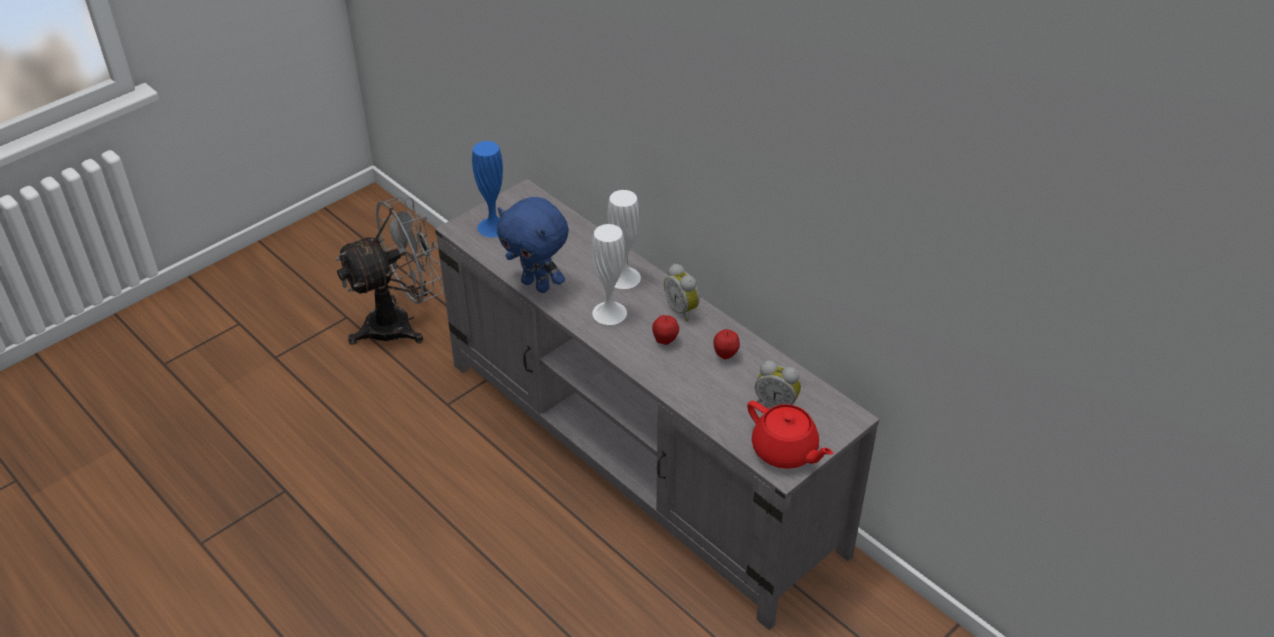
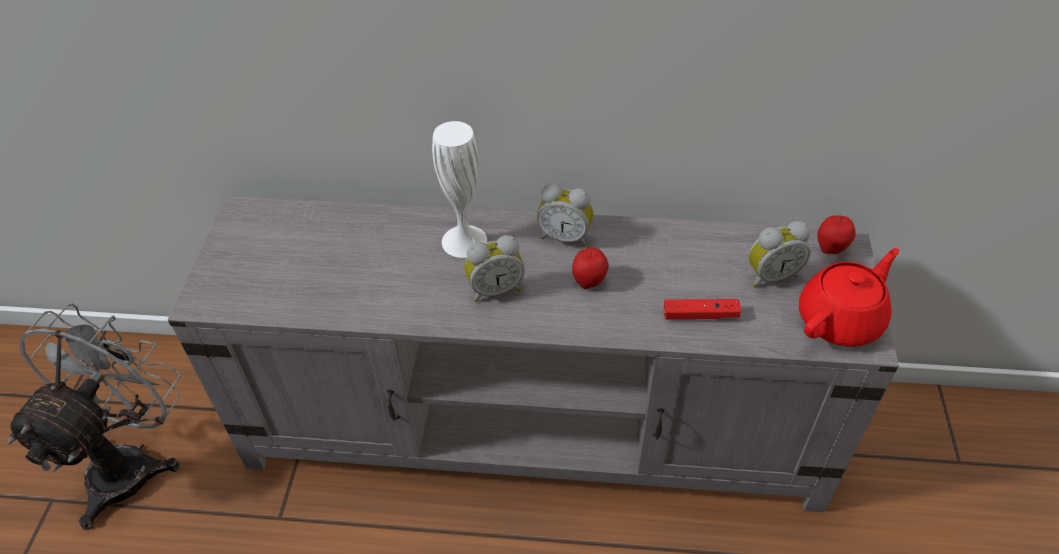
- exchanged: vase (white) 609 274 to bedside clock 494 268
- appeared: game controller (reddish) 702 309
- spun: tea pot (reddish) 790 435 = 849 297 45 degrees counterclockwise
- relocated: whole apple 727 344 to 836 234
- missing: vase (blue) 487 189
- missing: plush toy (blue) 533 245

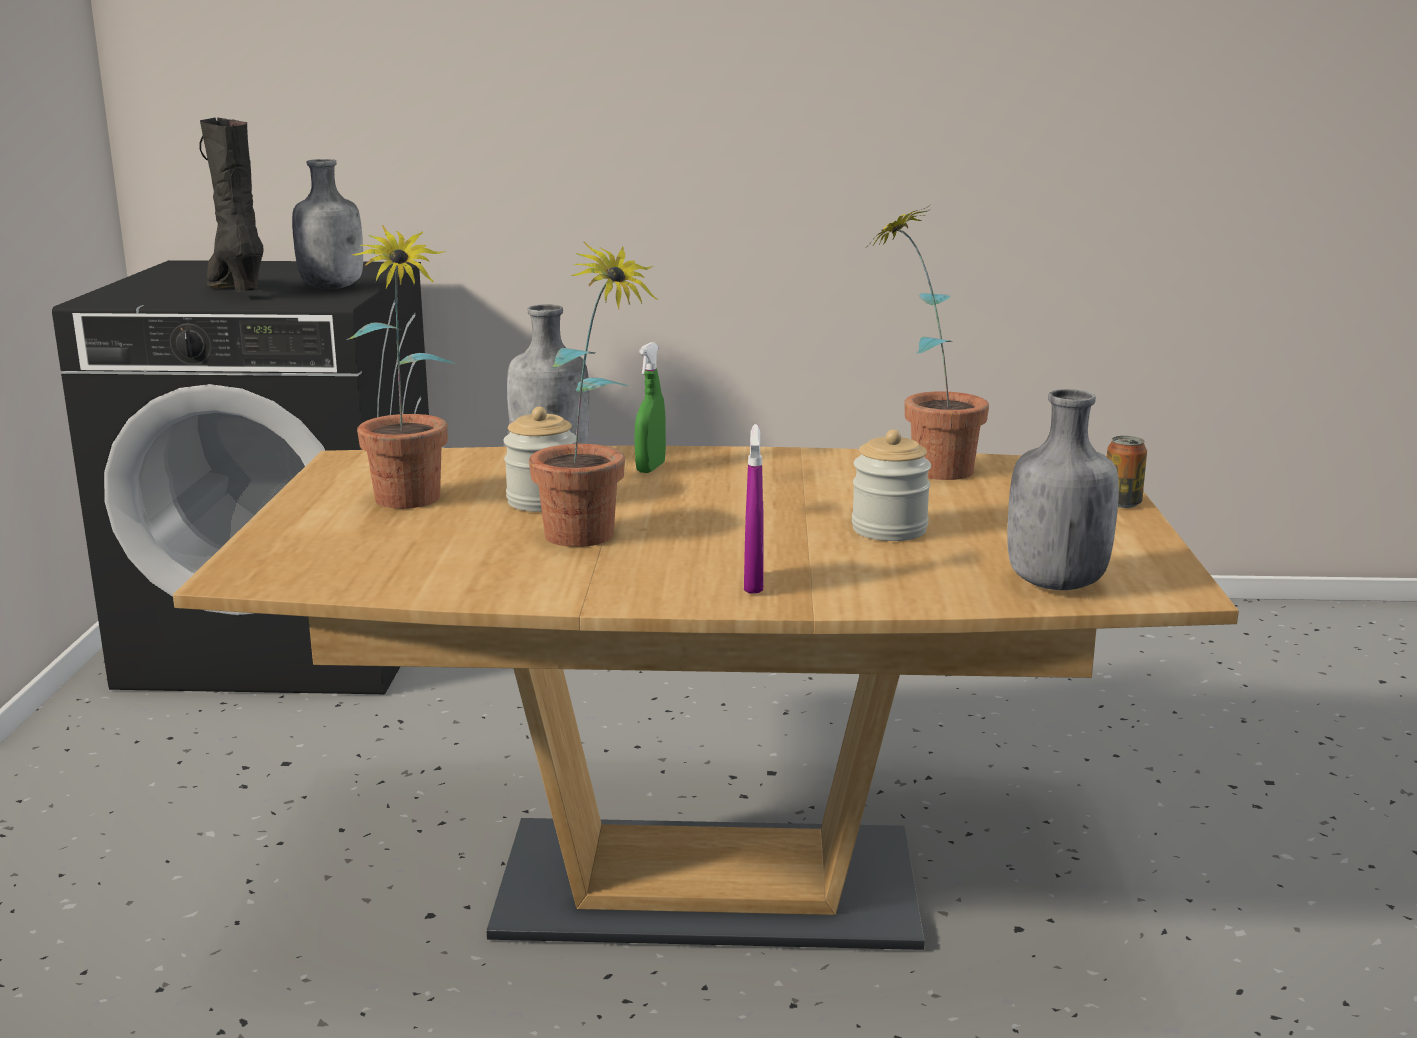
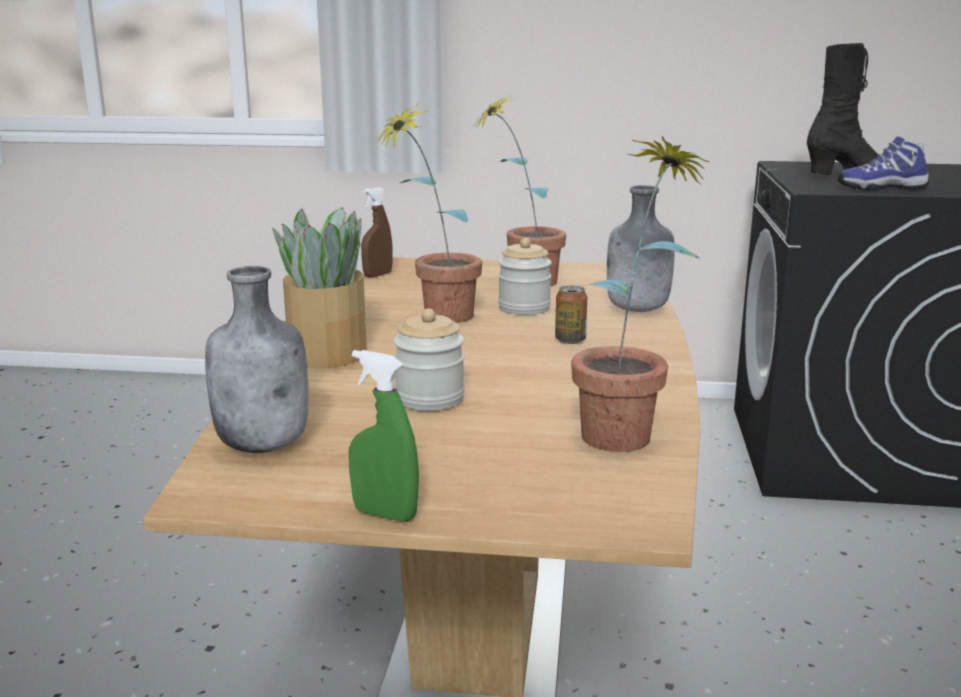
- exchanged: sprayer (purple-coloured) 754 508 to plant in a pot 319 287
- relocated: sprayer (greenish) 650 407 to 384 436
- appeared: sprayer (brownish) 377 232
- relocated: metal can 1127 472 to 571 315
- exchanged: drink bottle (grey) 327 224 to shoe 883 163

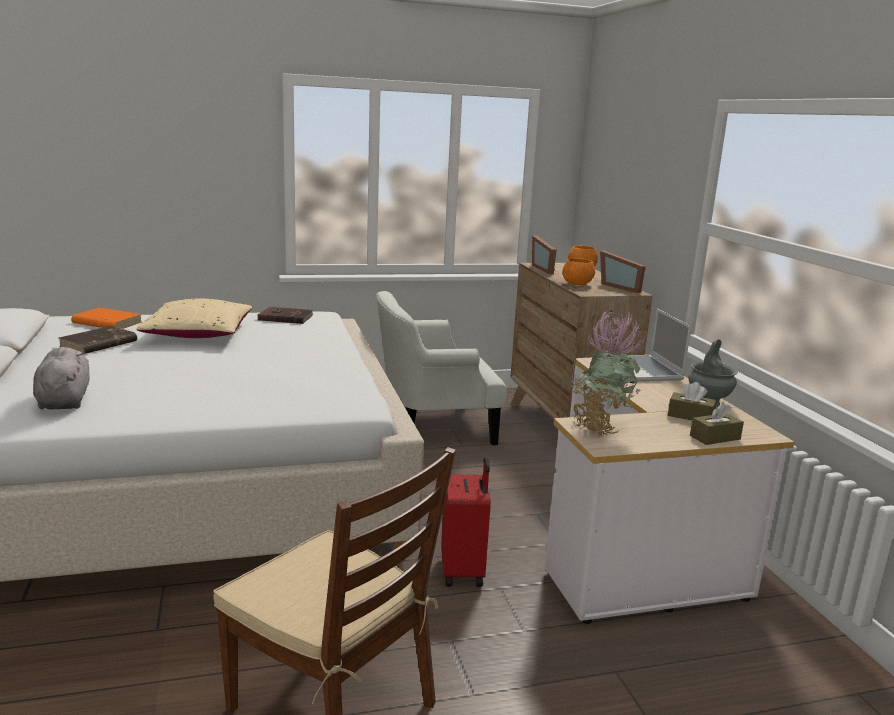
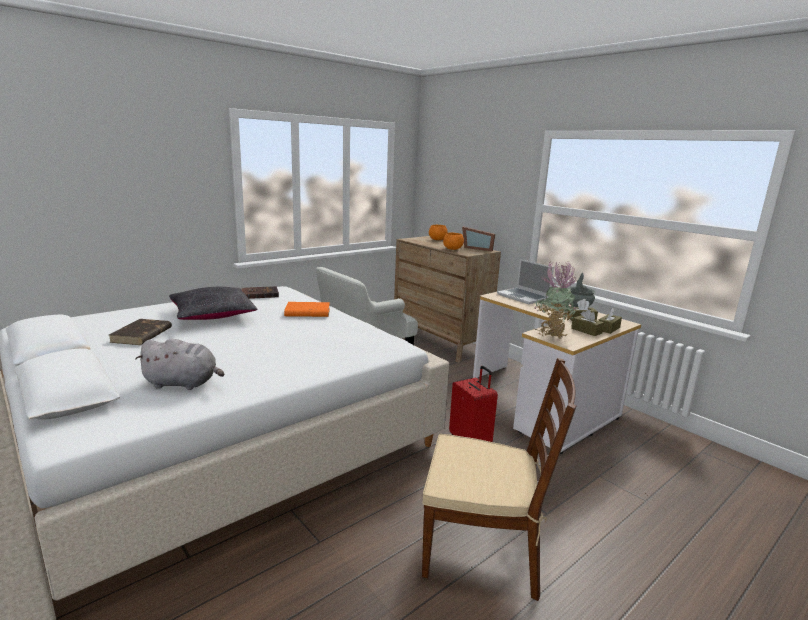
- spun: plush toy (grey) 61 378 = 179 364 135 degrees clockwise
- colour: pillow (beige-coloured) 194 318 to pillow (blackish) 213 303
- relocated: bound book (orangey) 106 318 to 307 309
- appeared: tissue holder (brownish) 587 322
- missing: standing frame 544 254

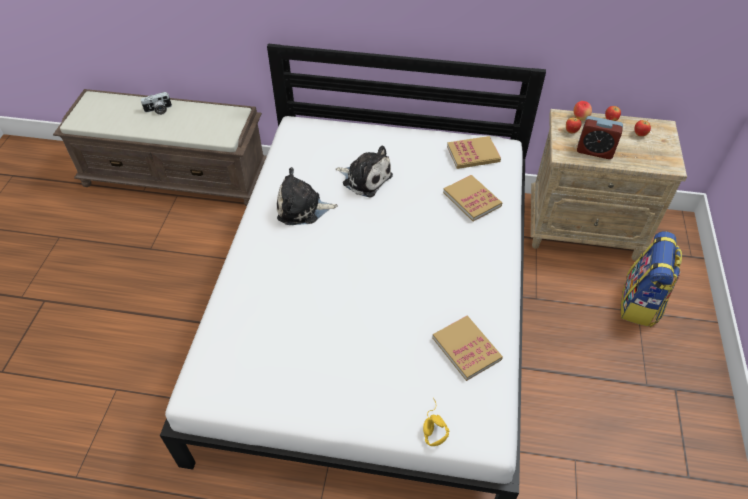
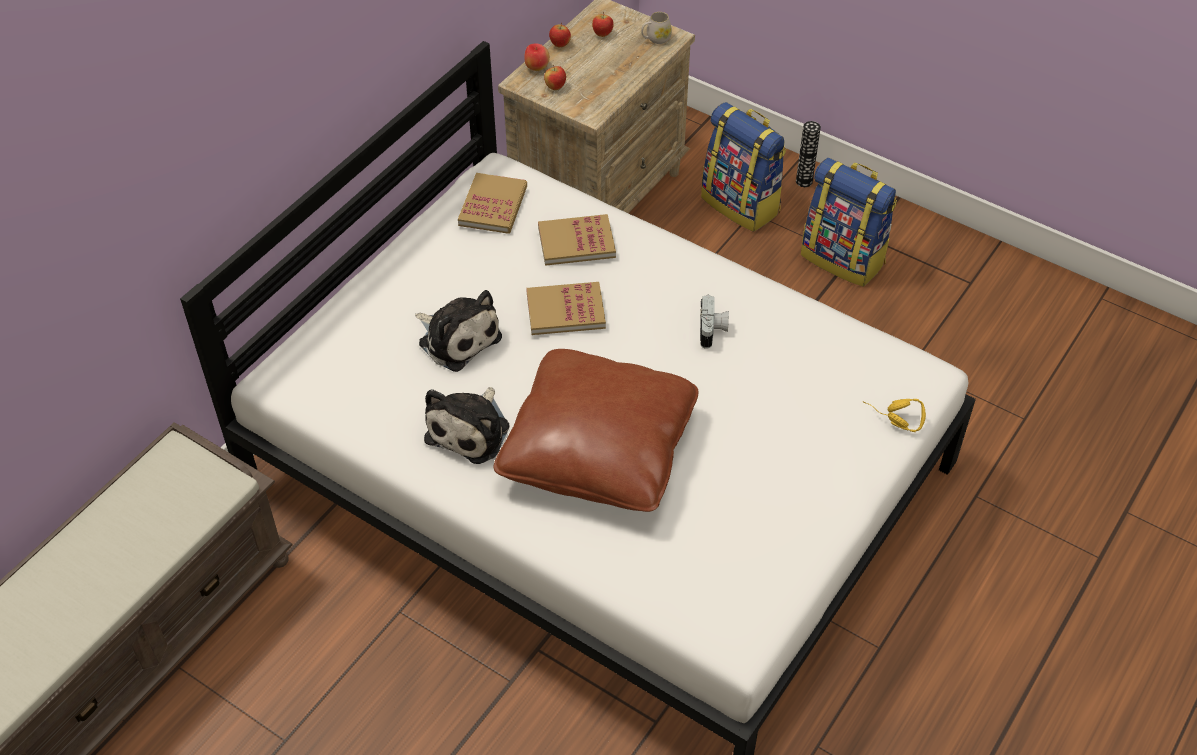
- spun: plush toy 364 171 = 458 331 75 degrees clockwise
- appeared: pillow (brownish) 596 430
- relocated: bound book 467 348 to 566 308
- appeared: mug (white) 656 28
- relocated: photo camera 156 103 to 714 322
- appeared: vase 808 154
- appeared: knapsack 849 222
- missing: bedside clock 600 137

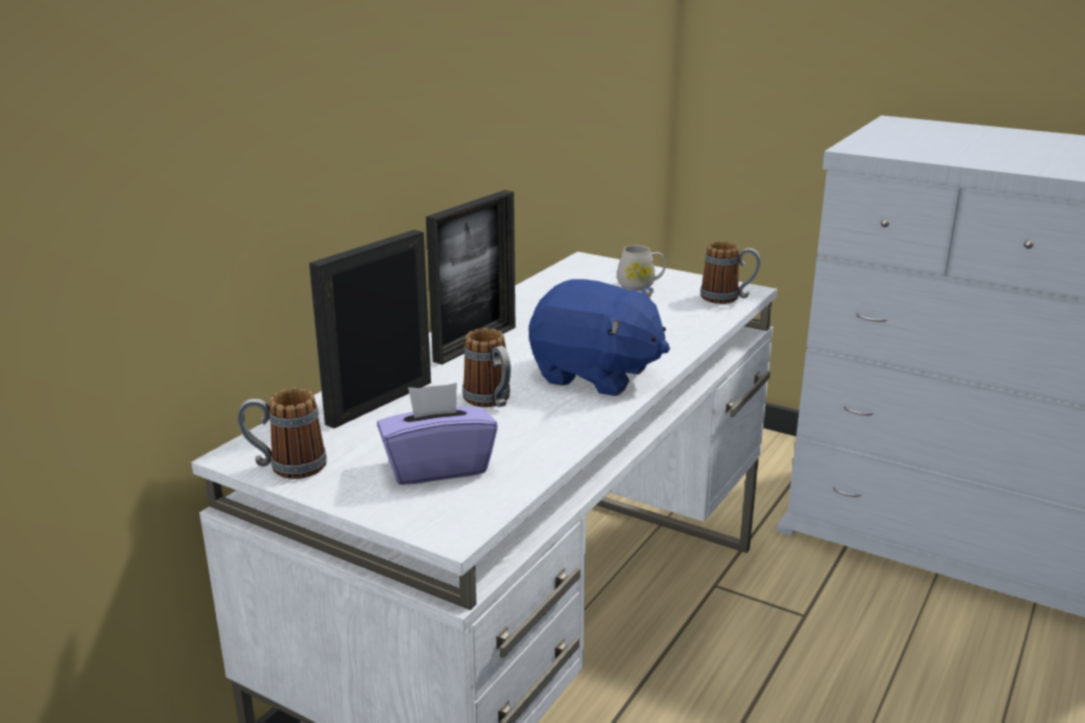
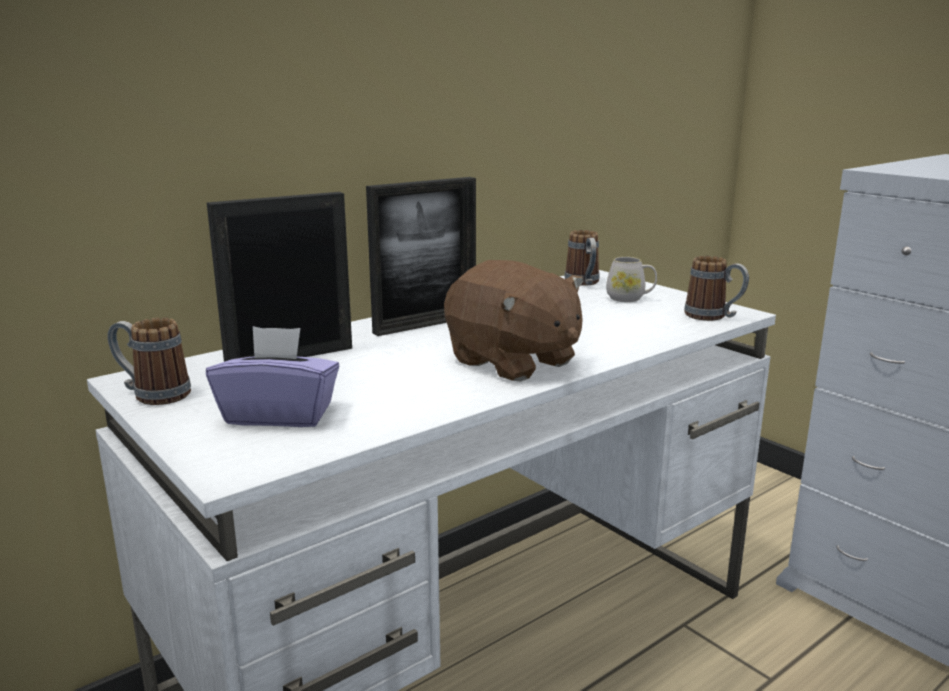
- colour: plush toy (blue) 599 337 to plush toy (brownish) 514 320
- relocated: mug 486 367 to 582 258

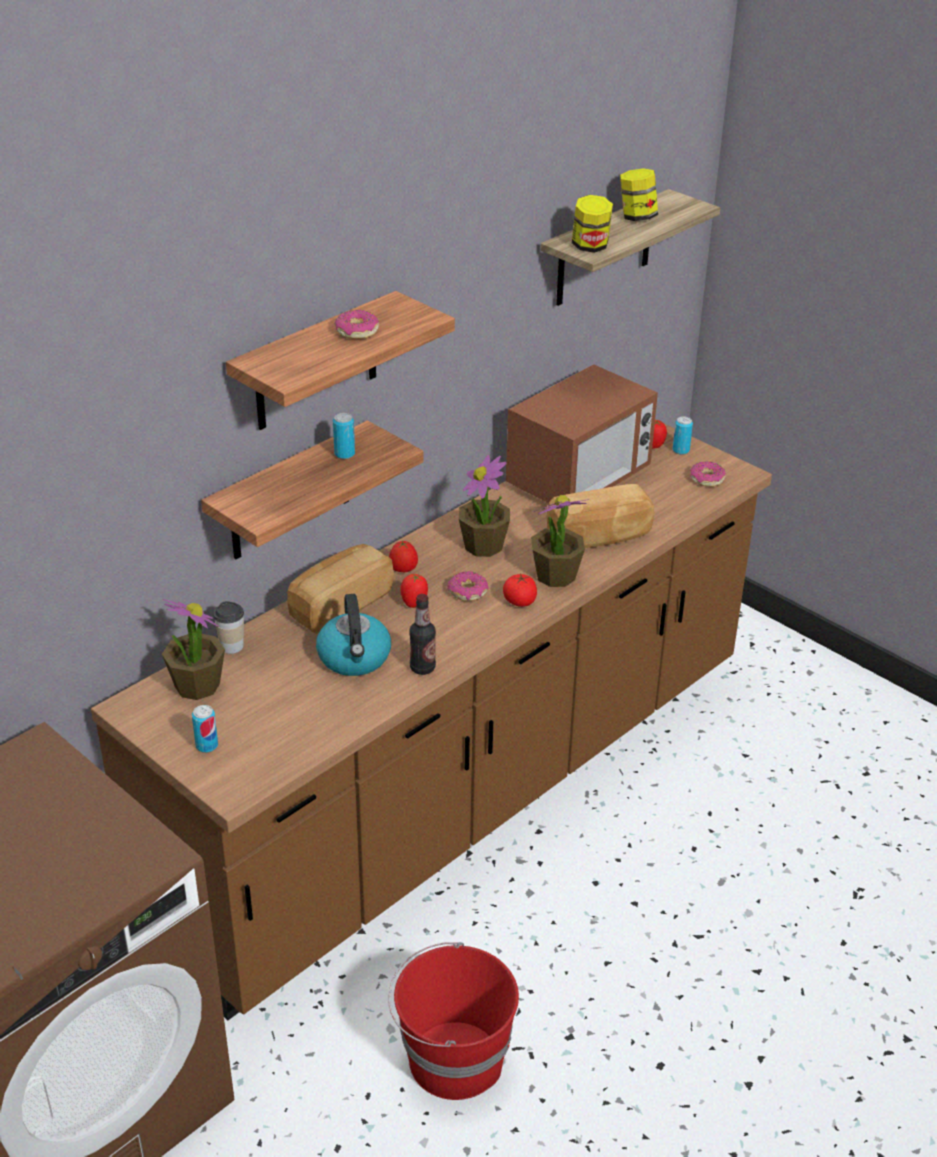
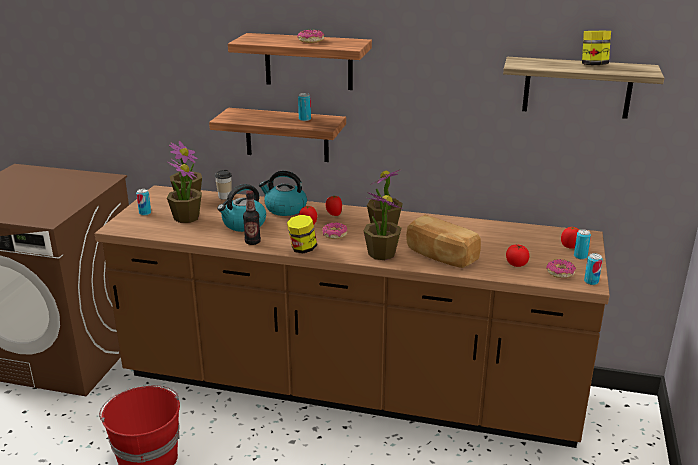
- appeared: plant in a pot 184 190
- exchanged: baked bread 340 589 to tea kettle 283 193
- relocated: preserve jar 592 224 to 302 234
- relocated: fresh tomato 520 590 to 517 256
- appeared: metal can 593 269
- missing: microwave 582 433

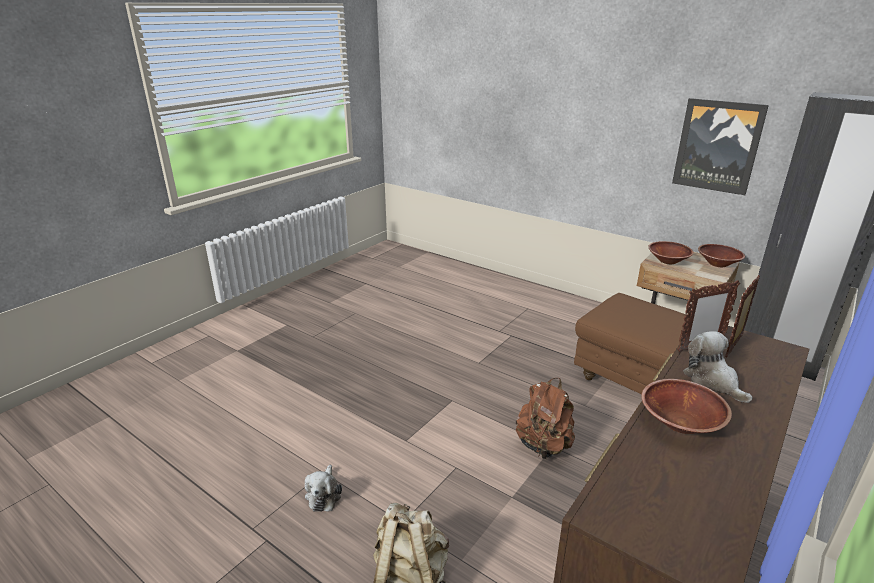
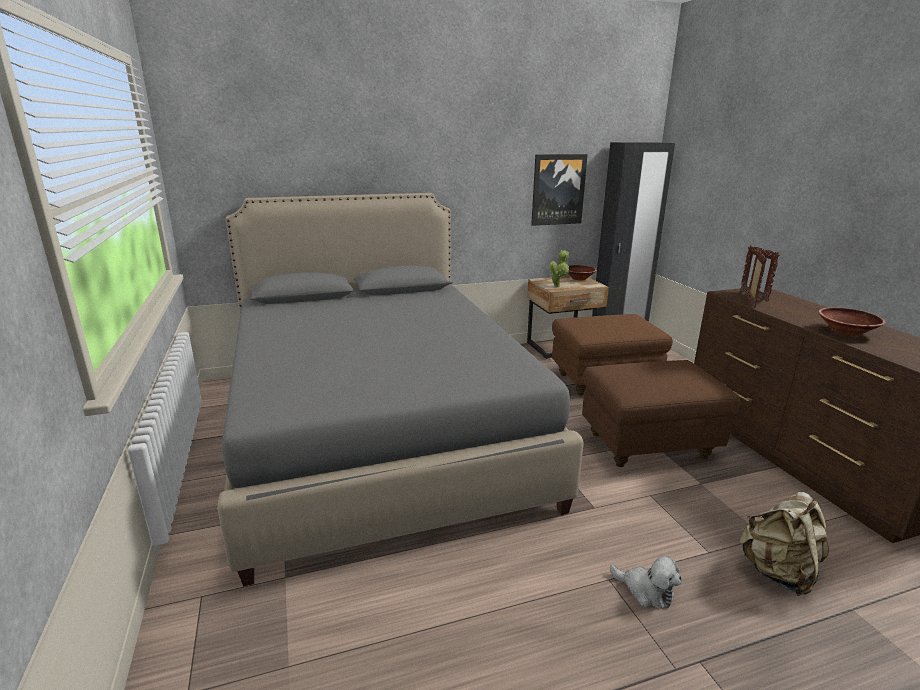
- appeared: bedroom bed (grey) 400 389
- exchanged: deep dish (brownish) 671 252 to plant in a pot 559 268
- exchanged: knapsack (brownish) 545 418 to pouffe (brownish) 661 413
- missing: plush toy 718 367

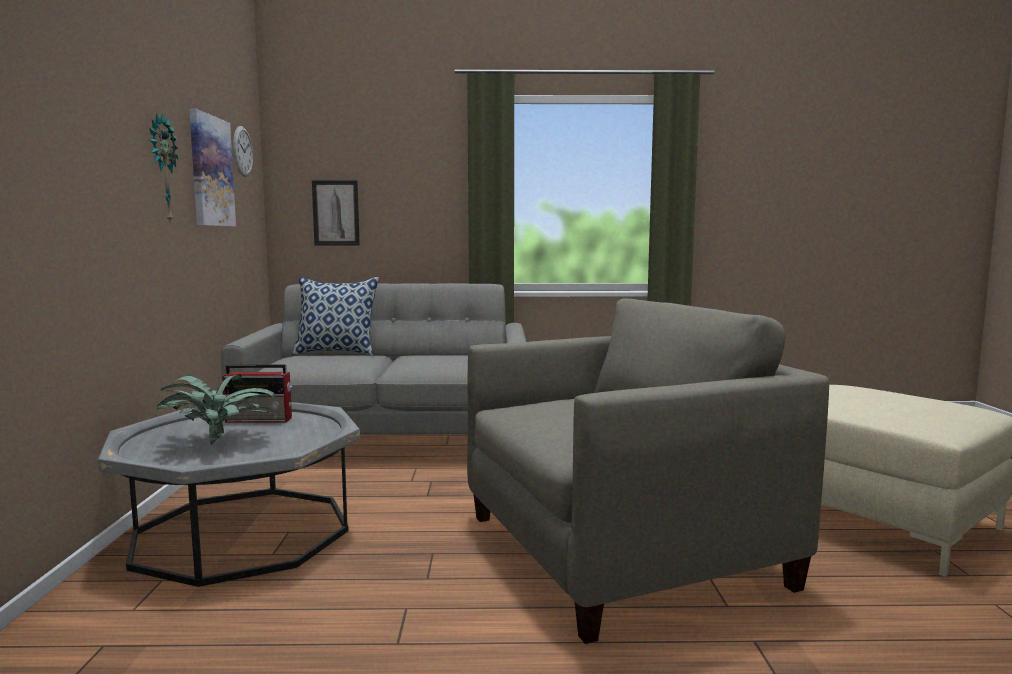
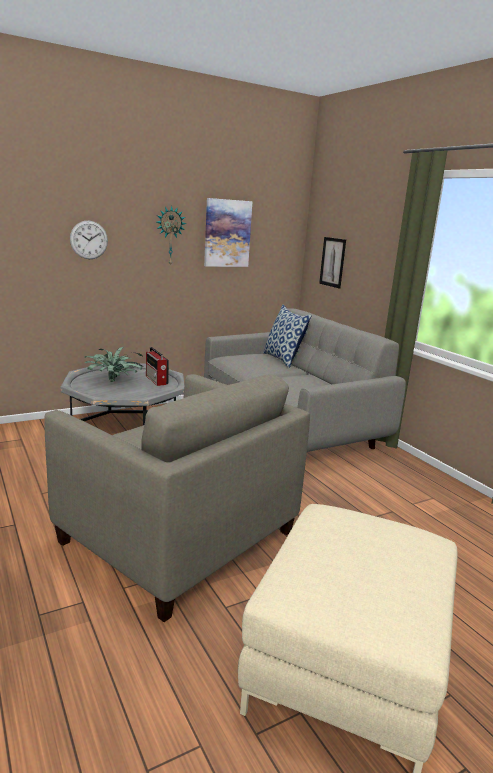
- relocated: wall clock 243 151 to 89 240

